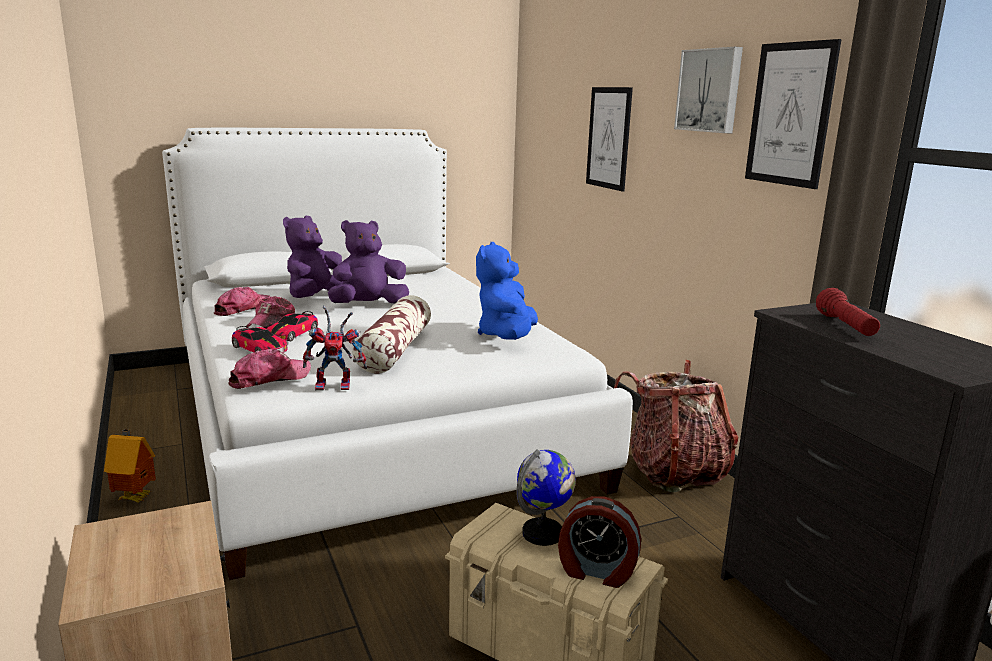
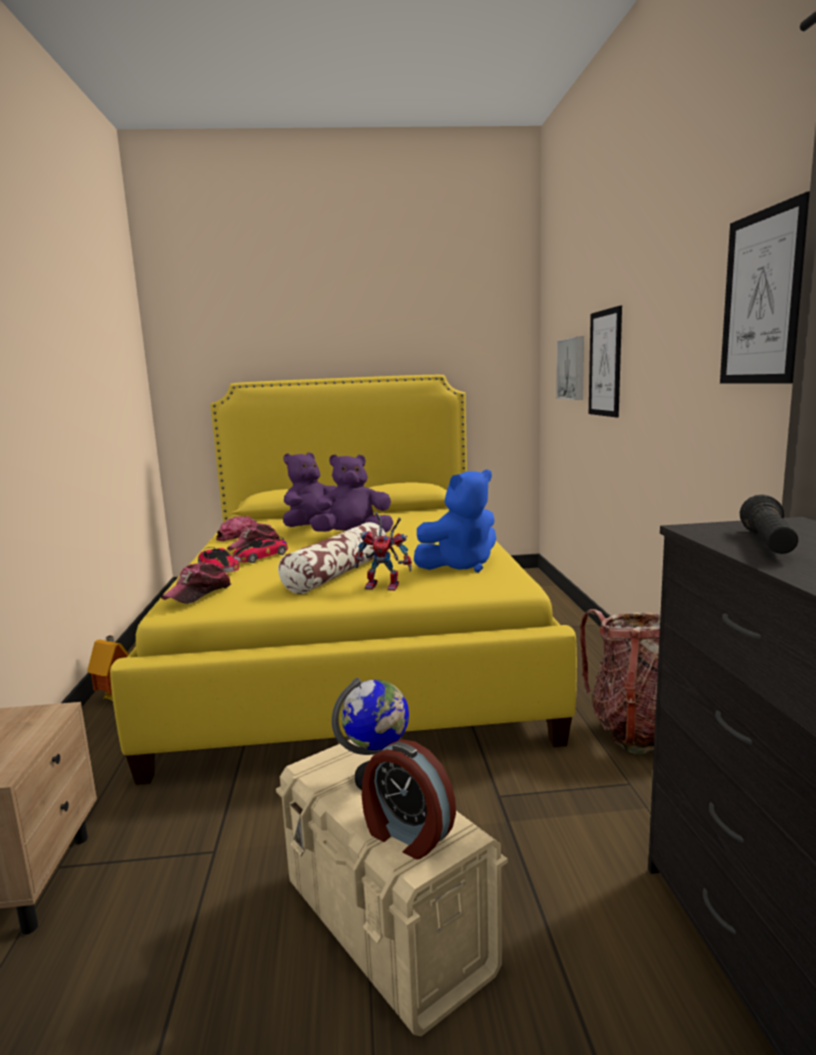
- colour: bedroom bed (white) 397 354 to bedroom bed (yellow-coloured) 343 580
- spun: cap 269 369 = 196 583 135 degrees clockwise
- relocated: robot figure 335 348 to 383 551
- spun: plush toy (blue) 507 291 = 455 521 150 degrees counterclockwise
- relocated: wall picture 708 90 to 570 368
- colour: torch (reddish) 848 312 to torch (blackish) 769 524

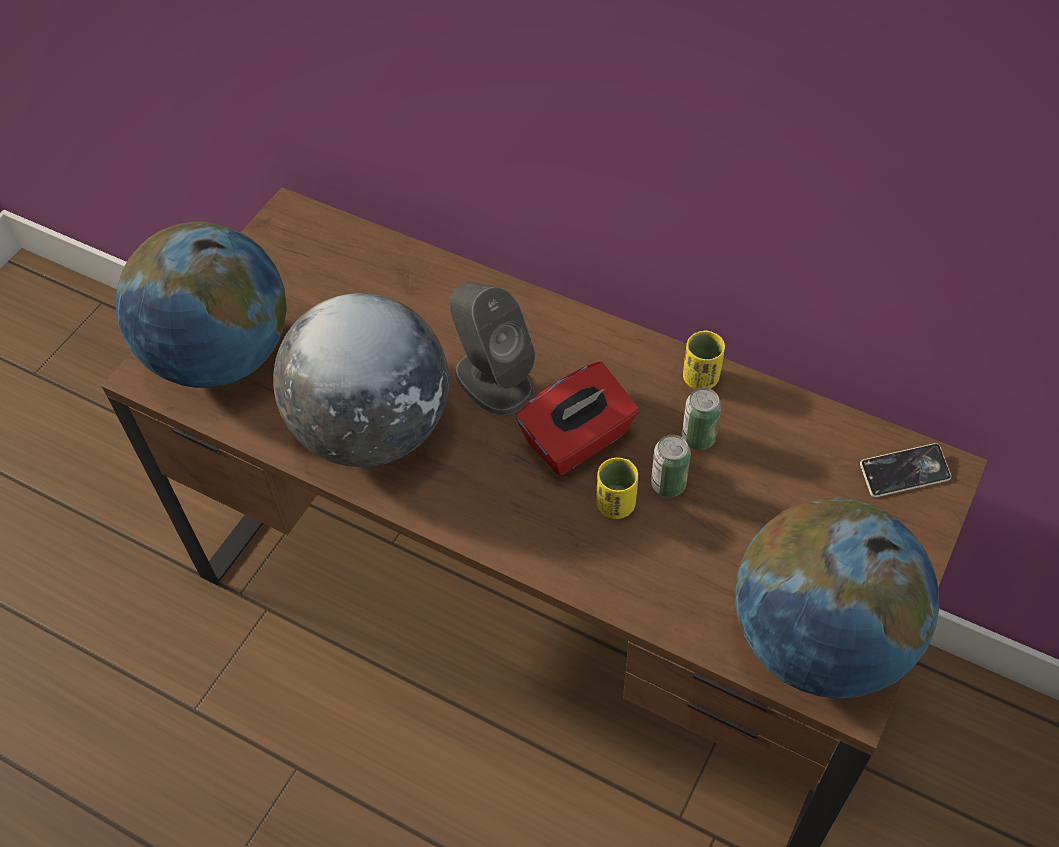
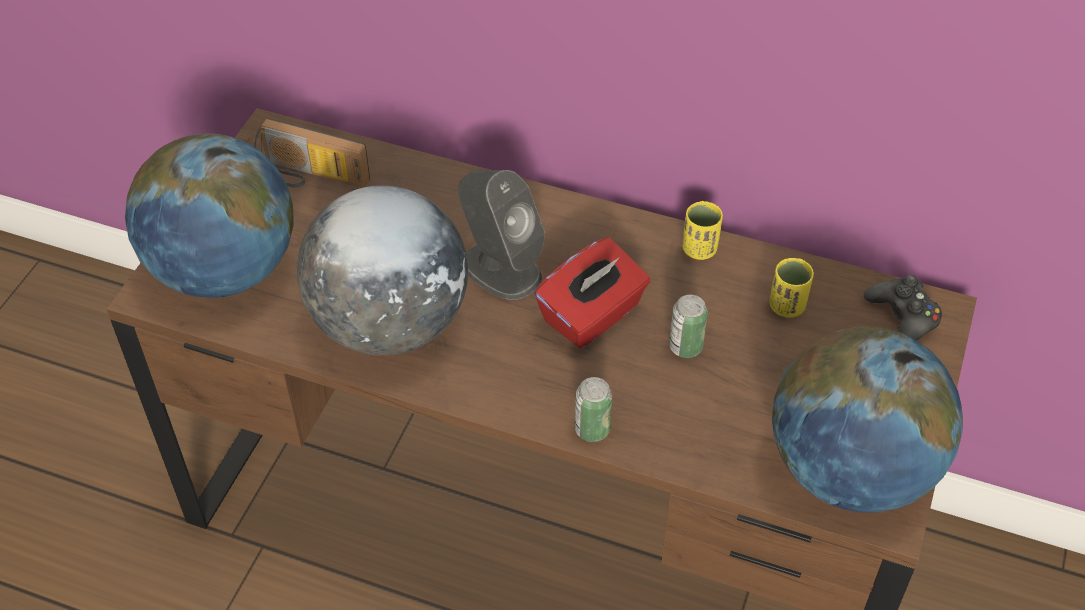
- appeared: radio receiver 312 153
- relocated: metal can 702 419 to 594 409
- relocated: small cup (yellow-coloured) 617 488 to 791 288
- exchanged: handset 905 470 to game controller (blackish) 903 308

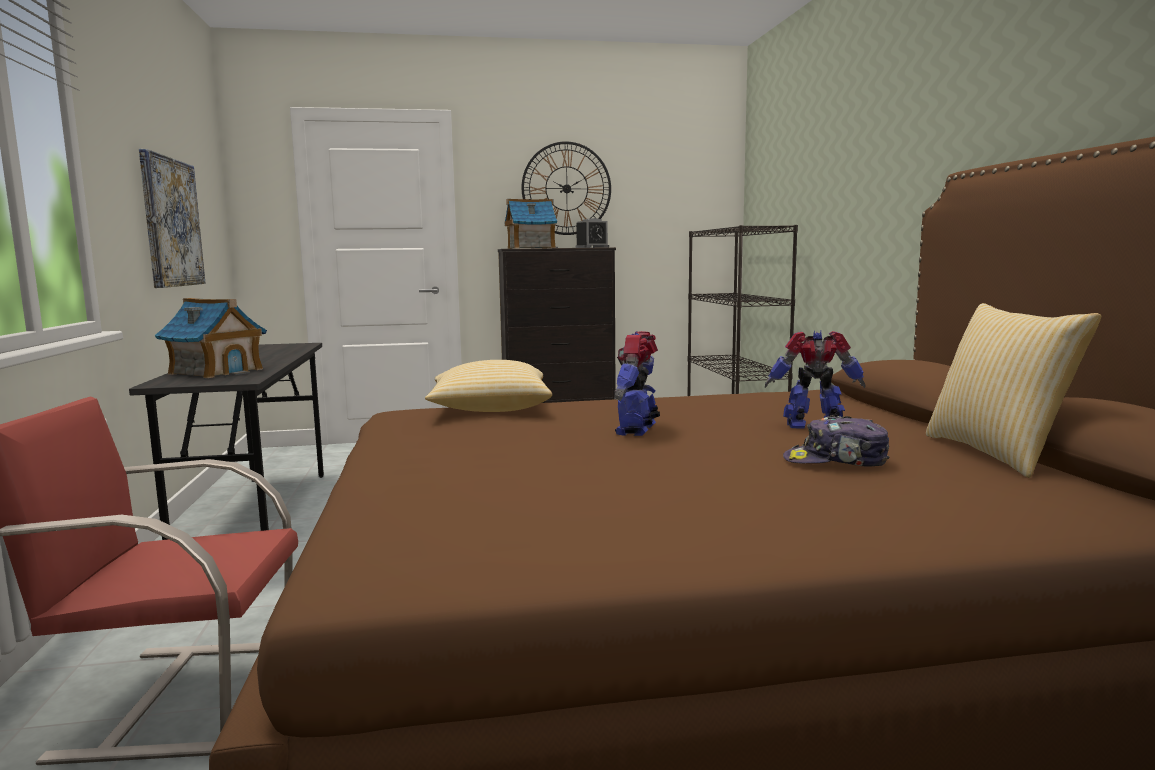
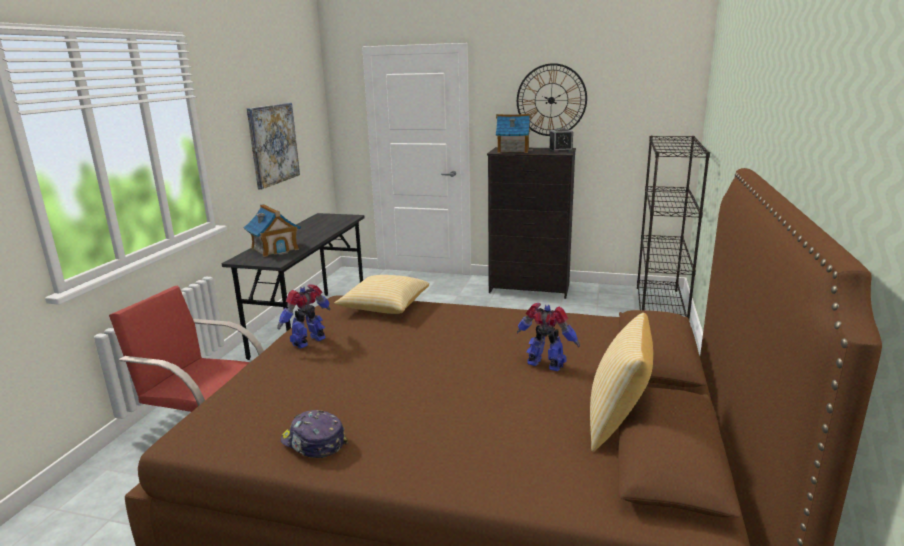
- relocated: robot figure 637 383 to 303 316
- relocated: cap 836 441 to 314 434

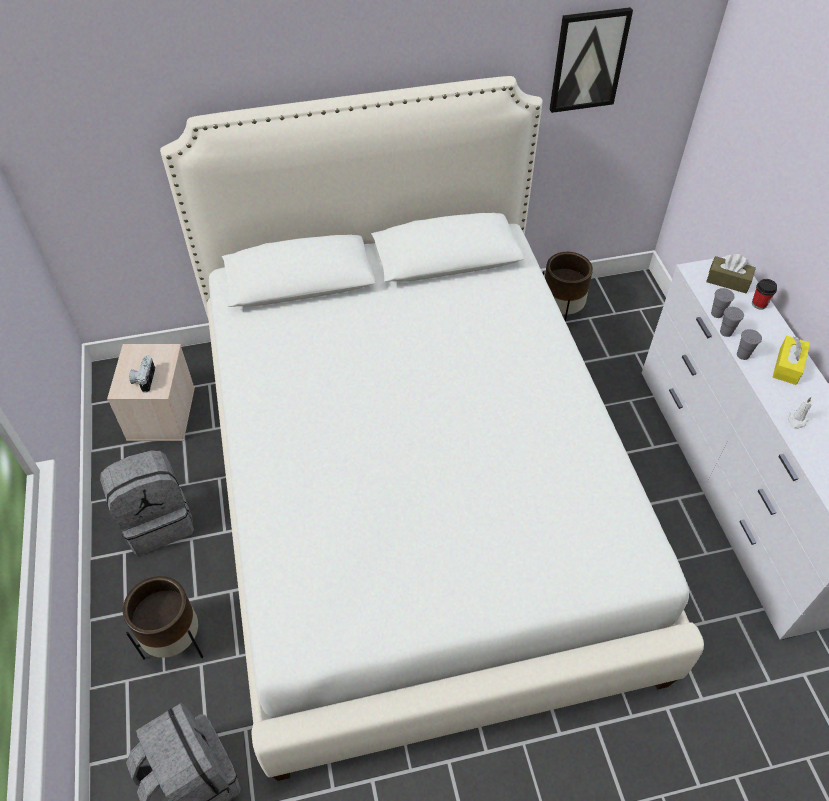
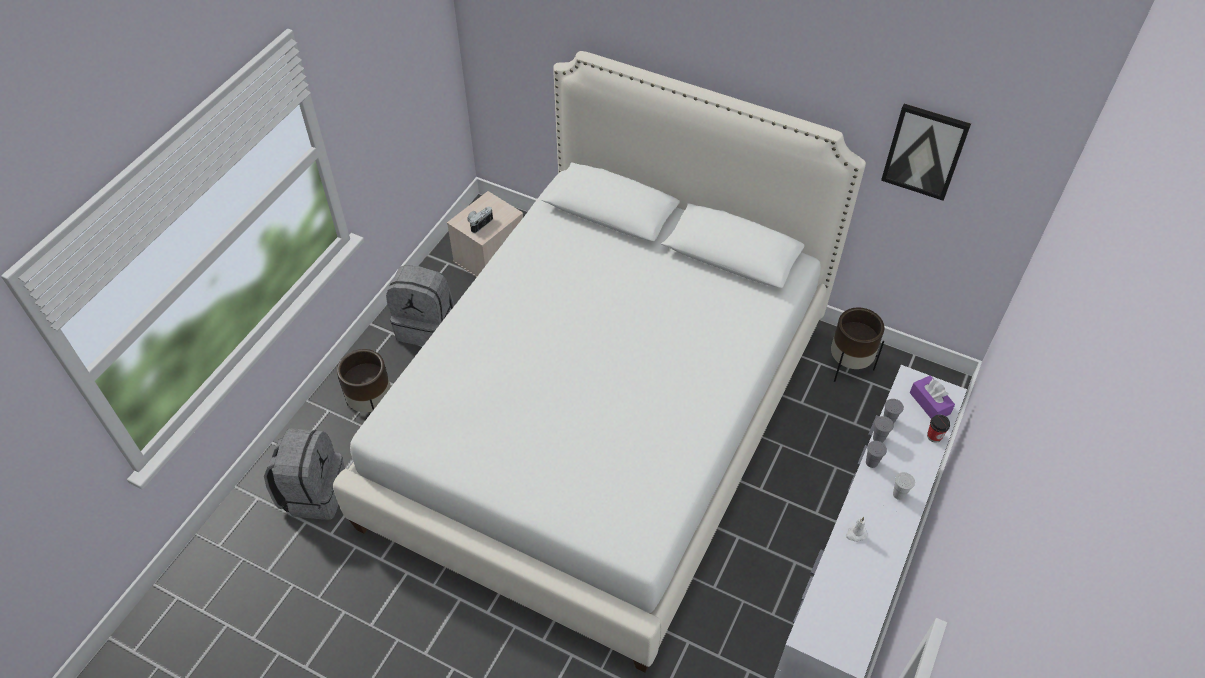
- exchanged: tissue holder (yellow-coloured) 791 360 to small cup (white) 904 486
- colour: tissue holder (brownish) 731 273 to tissue holder (purple-coloured) 932 397

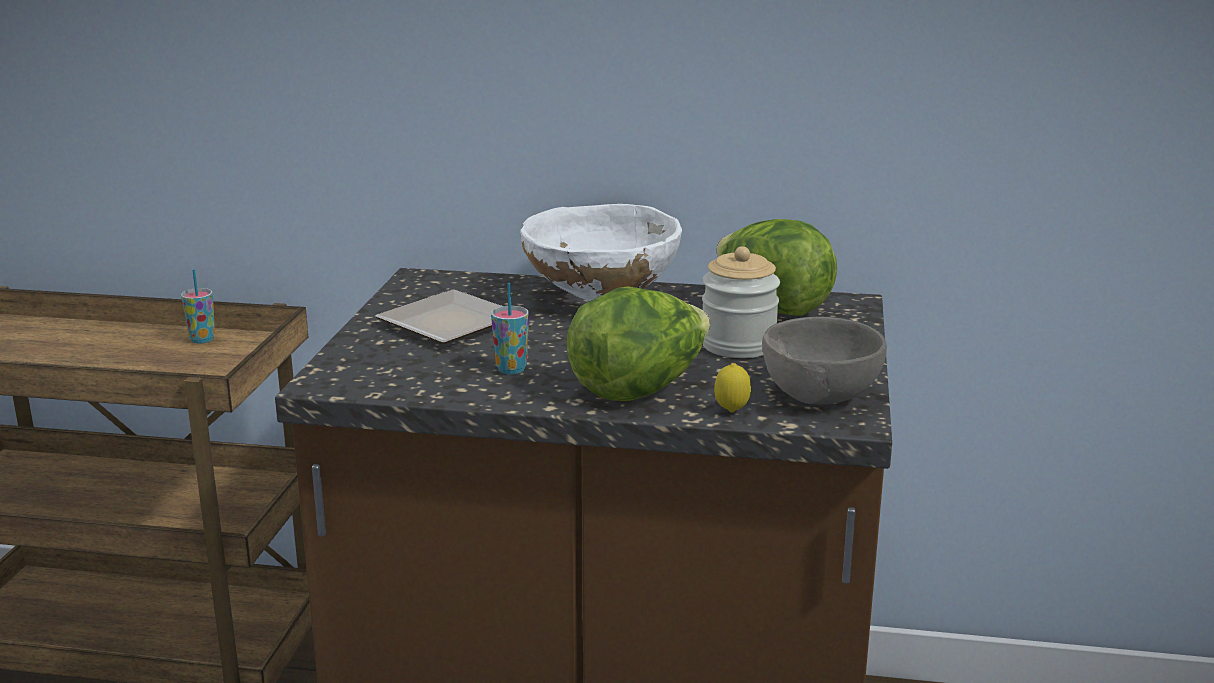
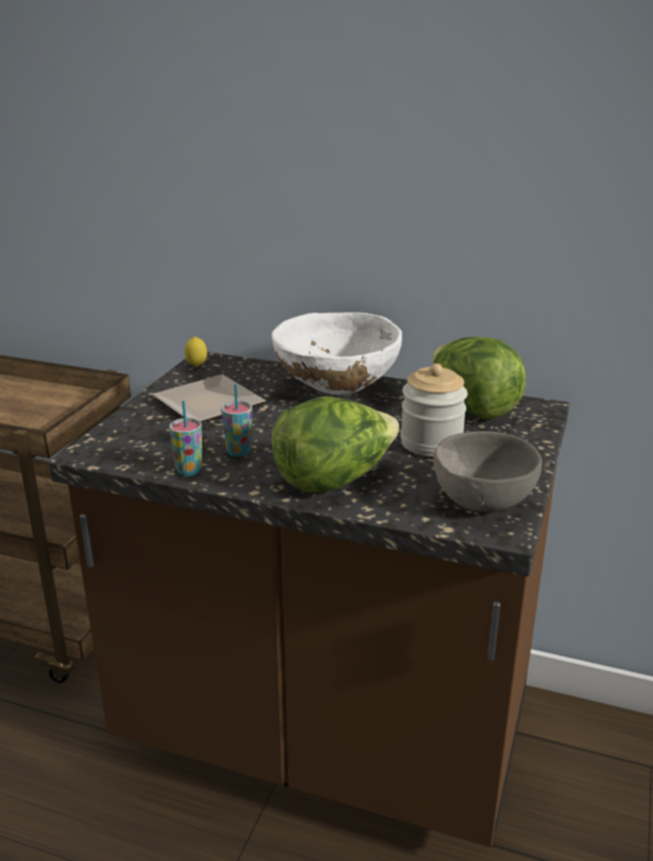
- relocated: small cup 198 306 to 185 438
- relocated: lemon 732 387 to 195 352

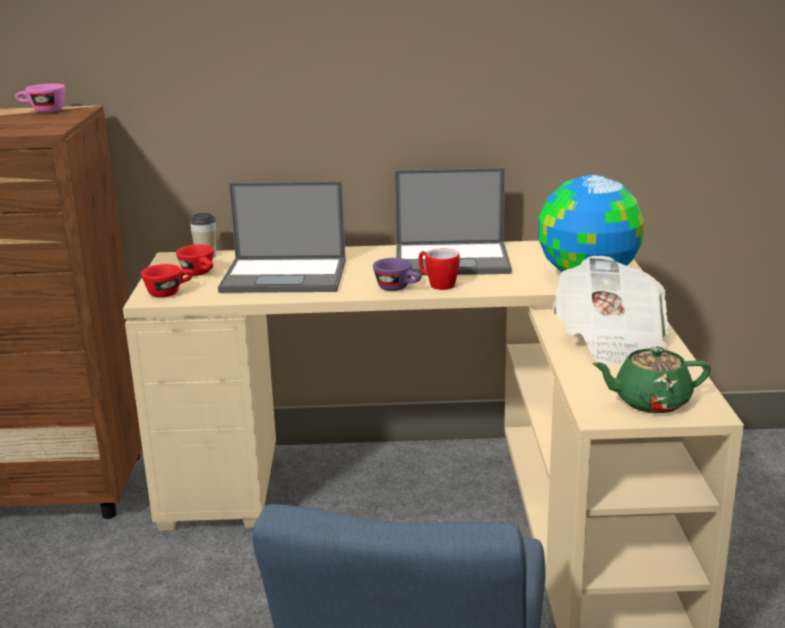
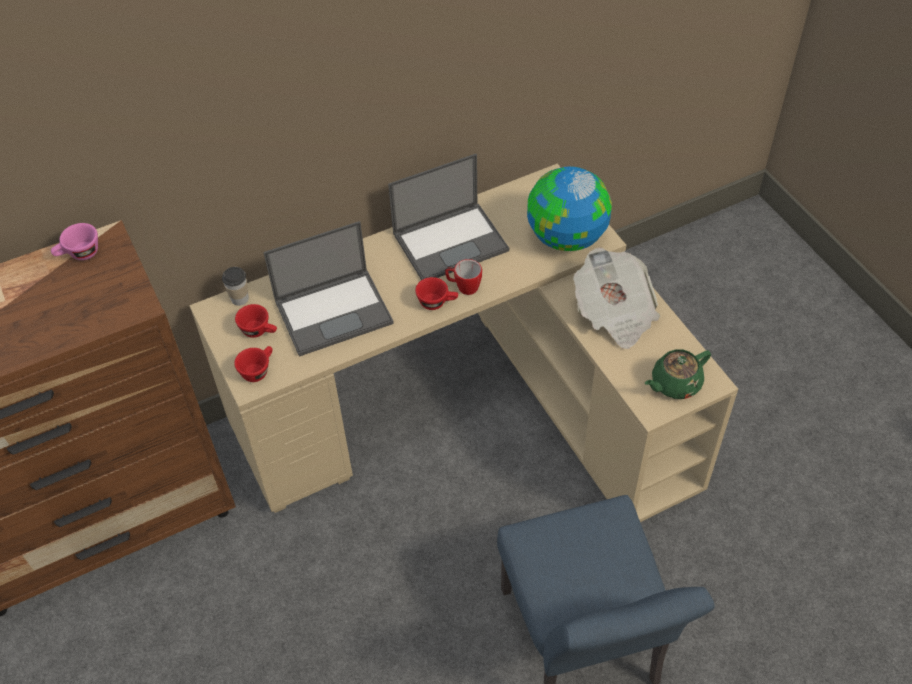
- colour: small cup (purple-coloured) 397 274 to small cup (reddish) 436 293

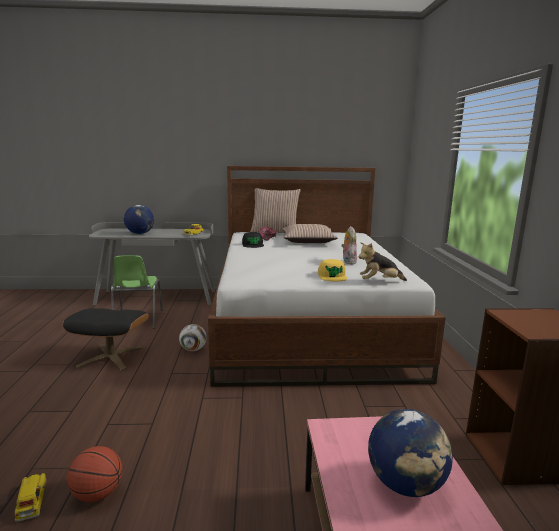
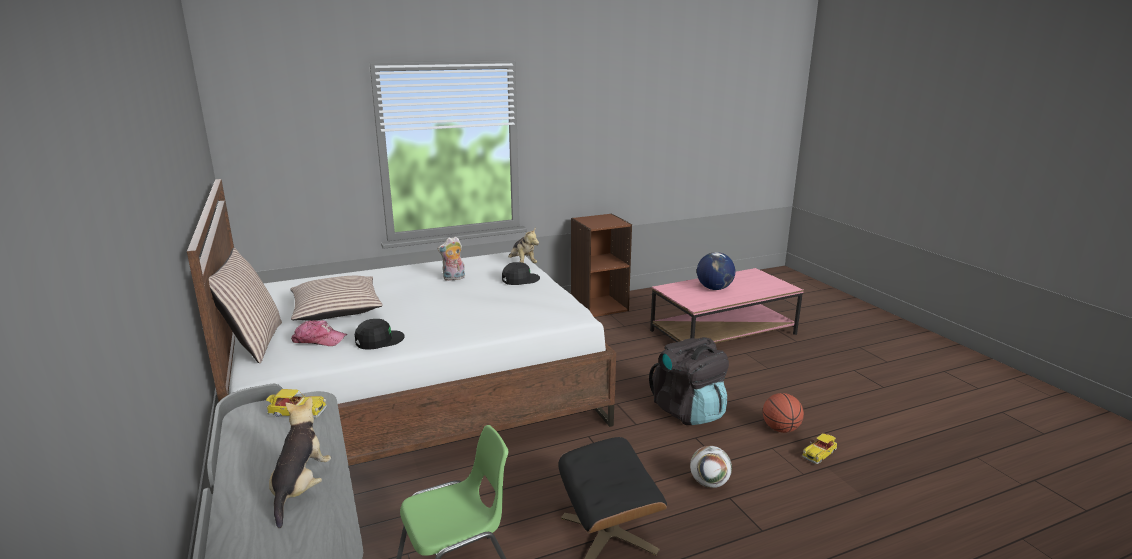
- exchanged: desk globe 139 219 to plush toy 300 462
- colour: cap (yellow-coloured) 332 270 to cap (blackish) 521 273
- appeared: knapsack (blackish) 689 381
- relocated: football 193 337 to 711 467

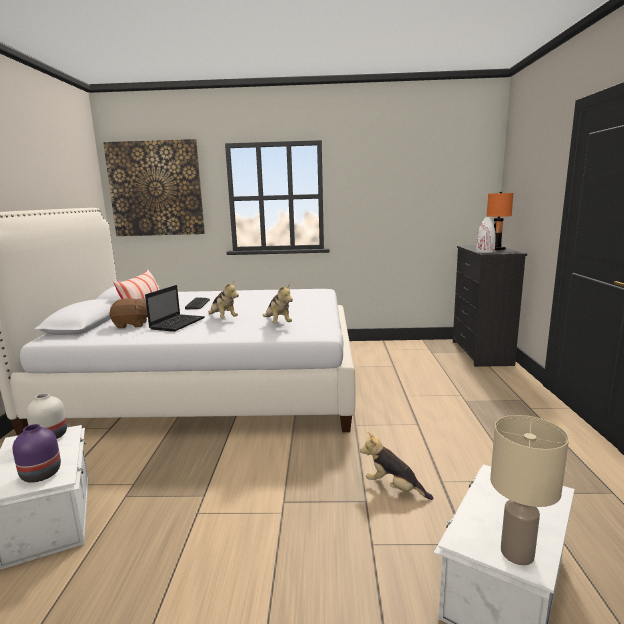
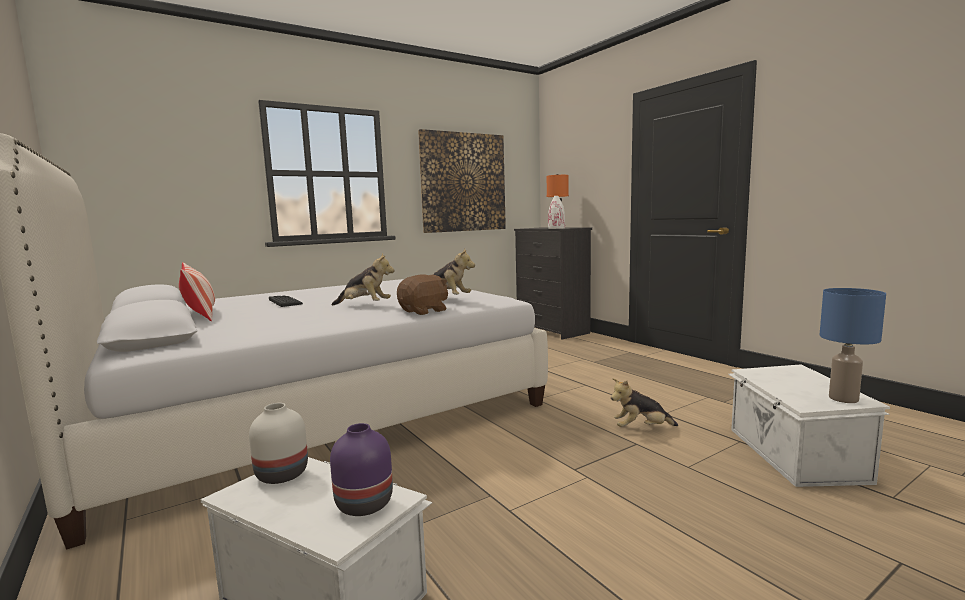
- relocated: plush toy (brownish) 128 313 to 422 295
- relocated: wall picture 154 187 to 462 181
- colour: lamp for a table (beige-coloured) 529 490 to lamp for a table (blue) 853 345
- missing: notebook computer 175 308

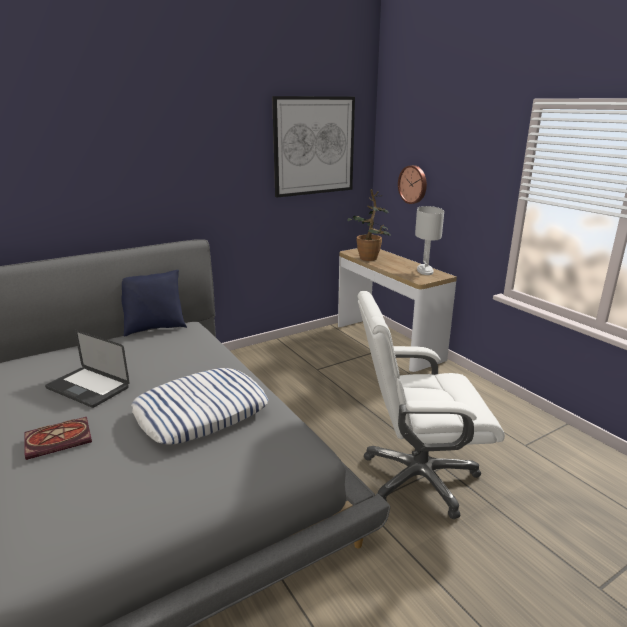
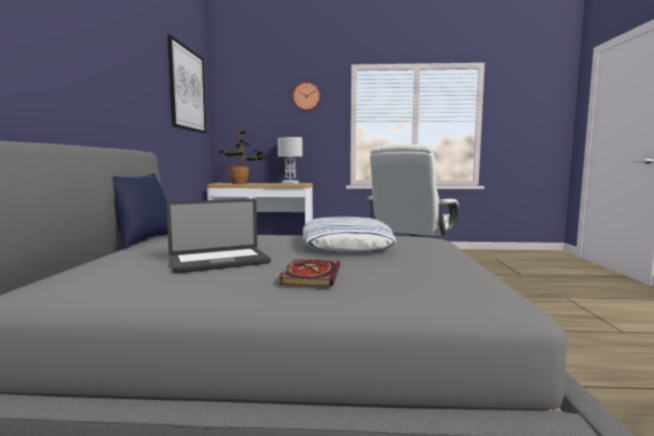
- relocated: wall clock 412 184 to 306 96

